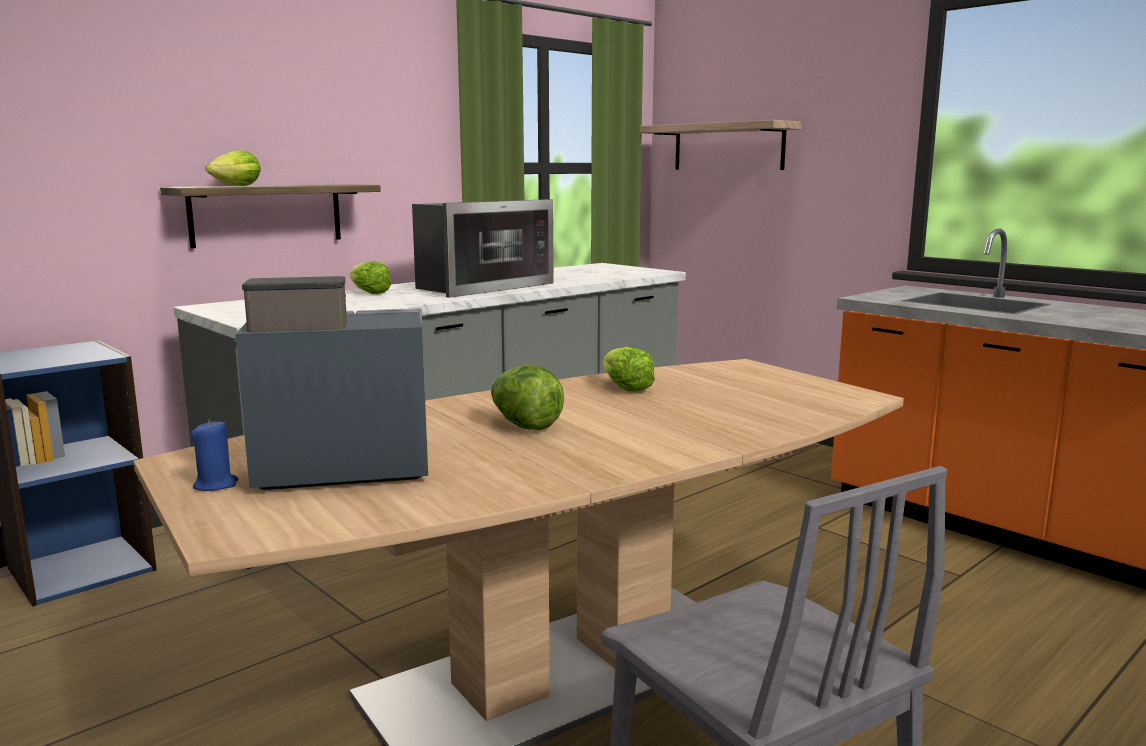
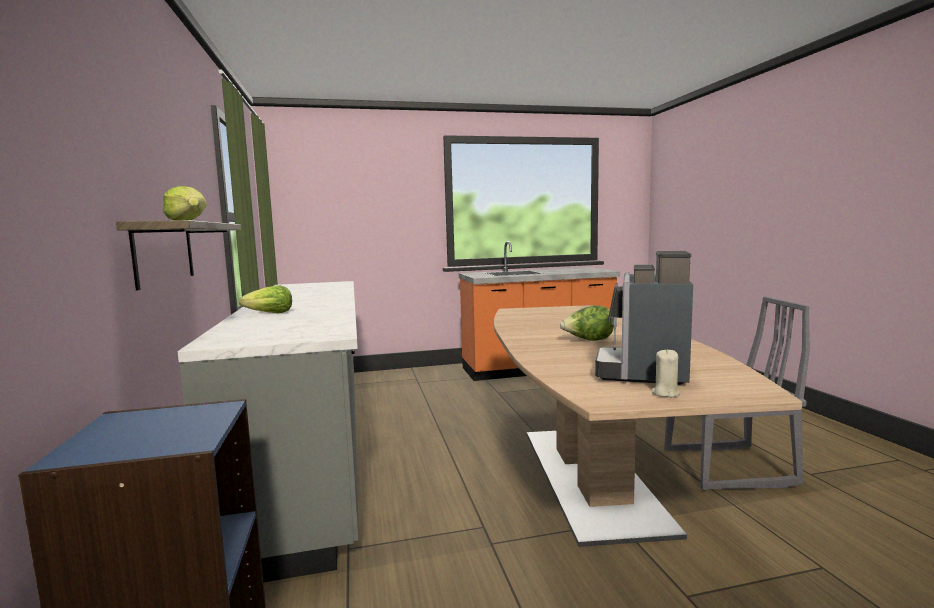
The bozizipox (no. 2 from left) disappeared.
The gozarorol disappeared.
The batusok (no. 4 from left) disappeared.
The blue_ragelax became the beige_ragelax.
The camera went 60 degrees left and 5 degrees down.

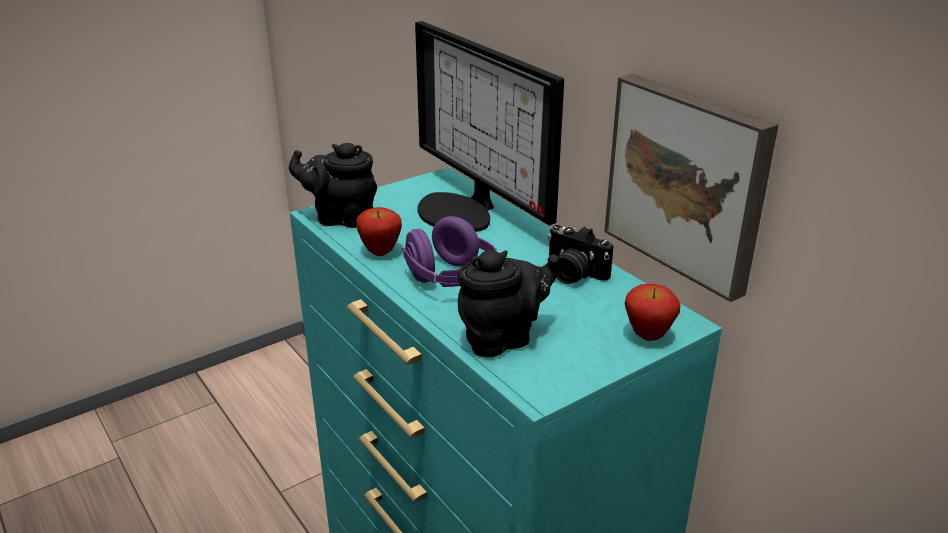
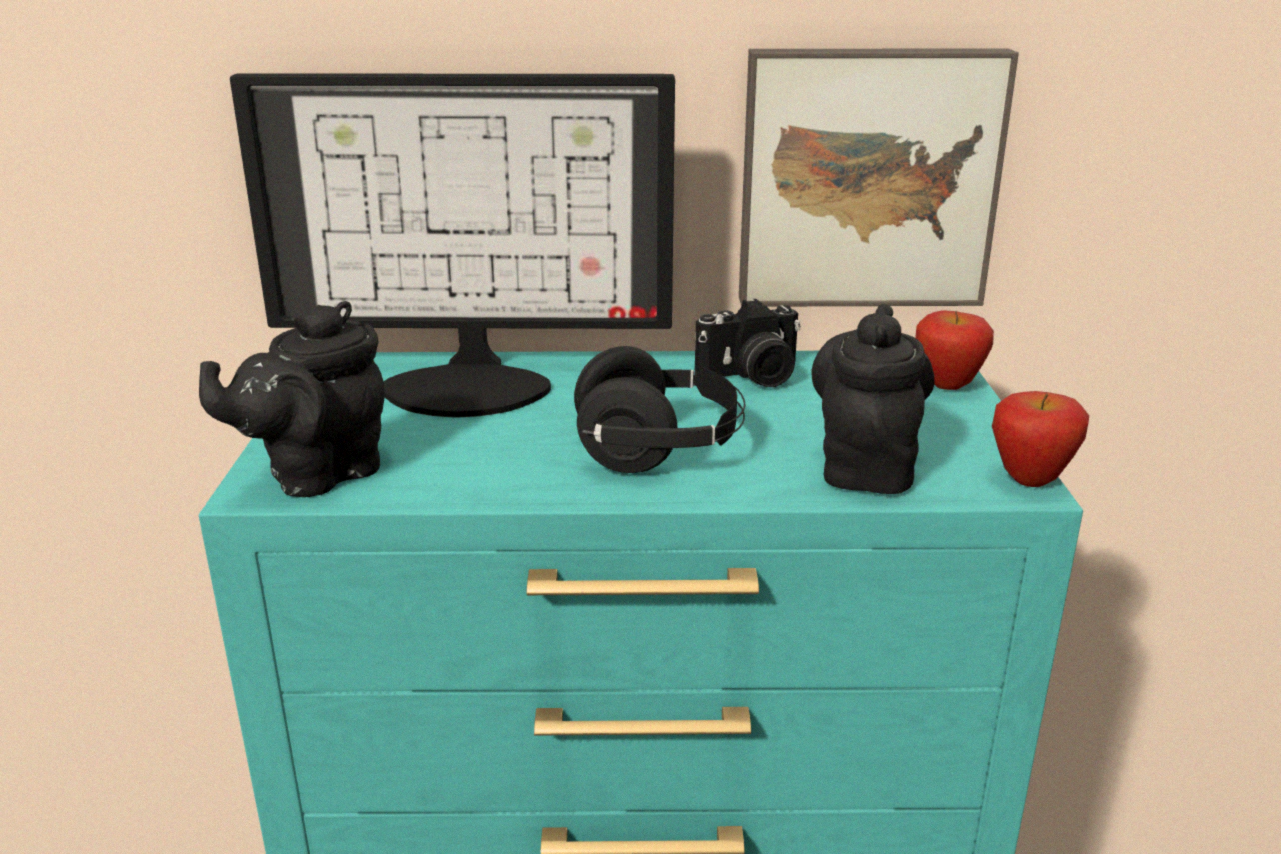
The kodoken (no. 1 from left in the first image) moved.
The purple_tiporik became the black_tiporik.
The camera went 55 degrees left and 5 degrees down.

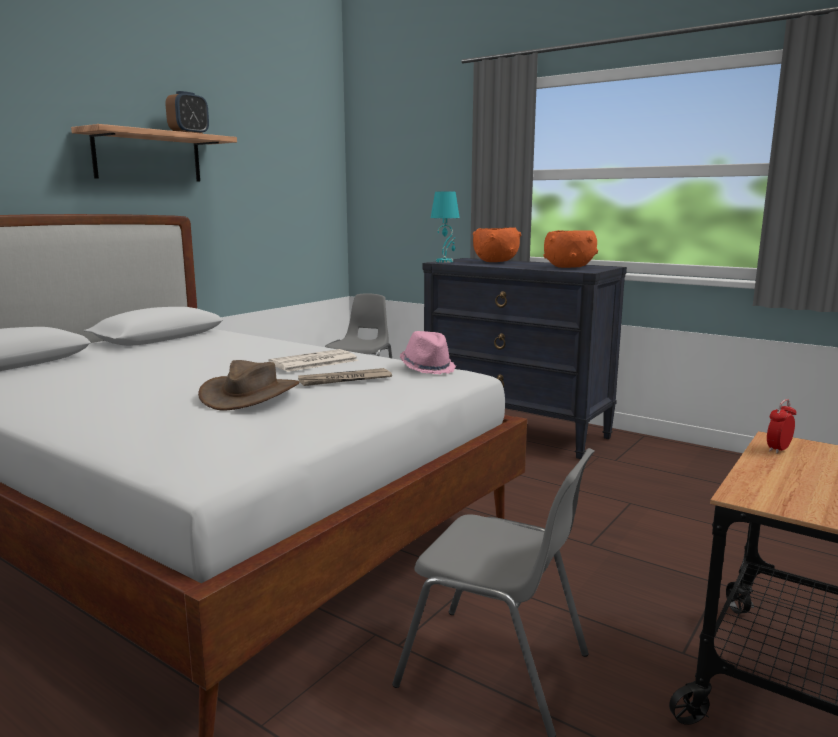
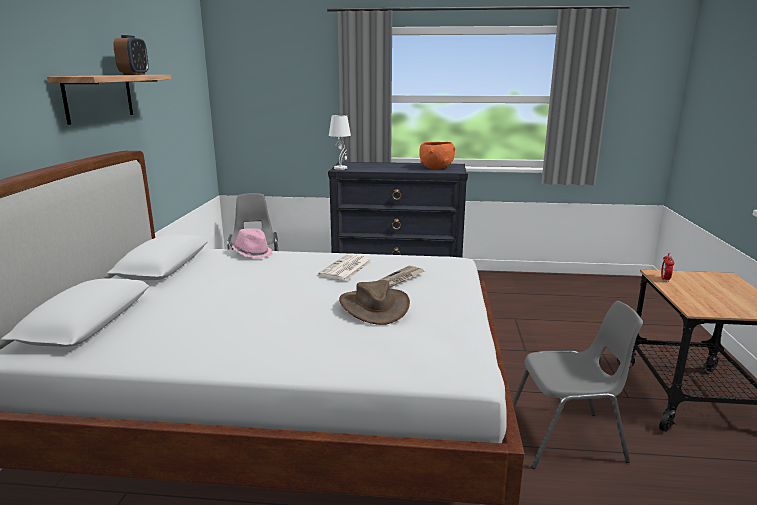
The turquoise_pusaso became the white_pusaso.
The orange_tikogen (no. 1 from left) disappeared.
The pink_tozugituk moved.
The camera went 30 degrees left and 5 degrees up.

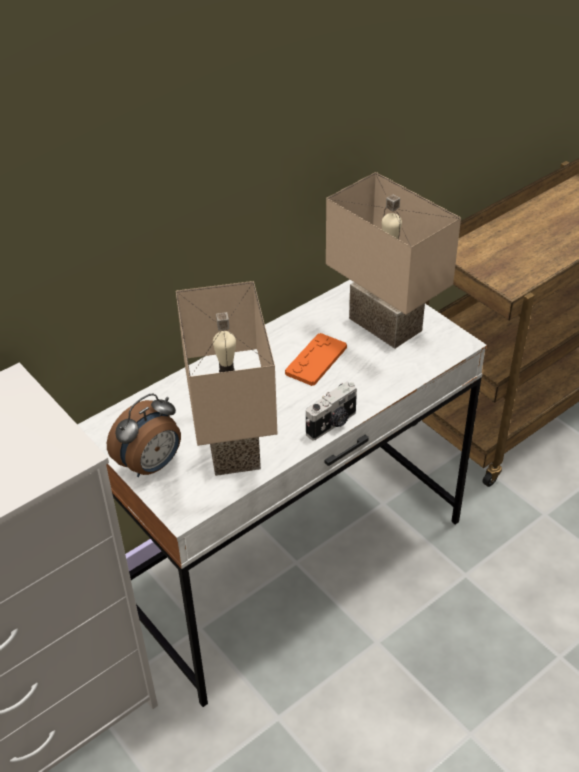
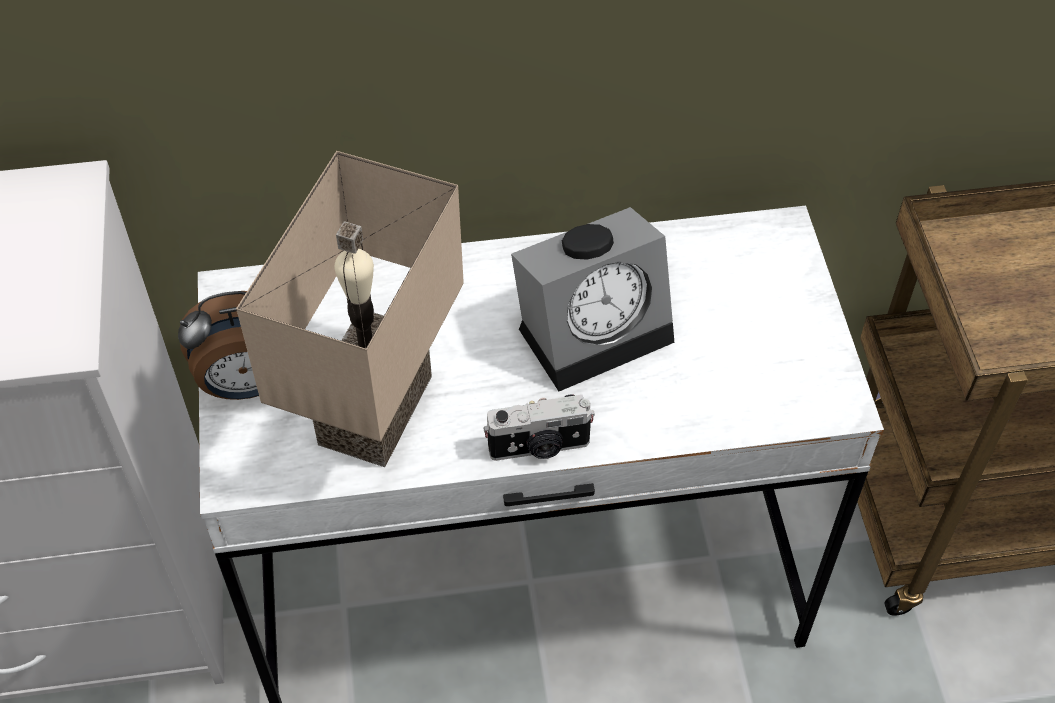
The beige_pusaso (no. 2 from left) disappeared.
The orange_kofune was replaced by the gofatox (no. 2 from left).
The camera went 30 degrees right and 10 degrees up.

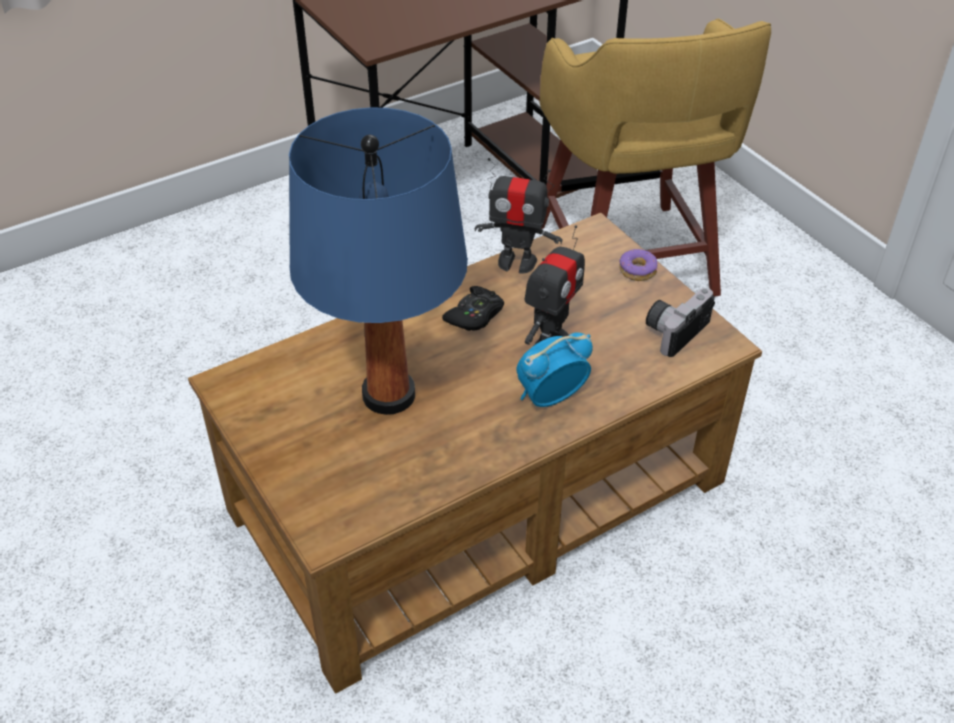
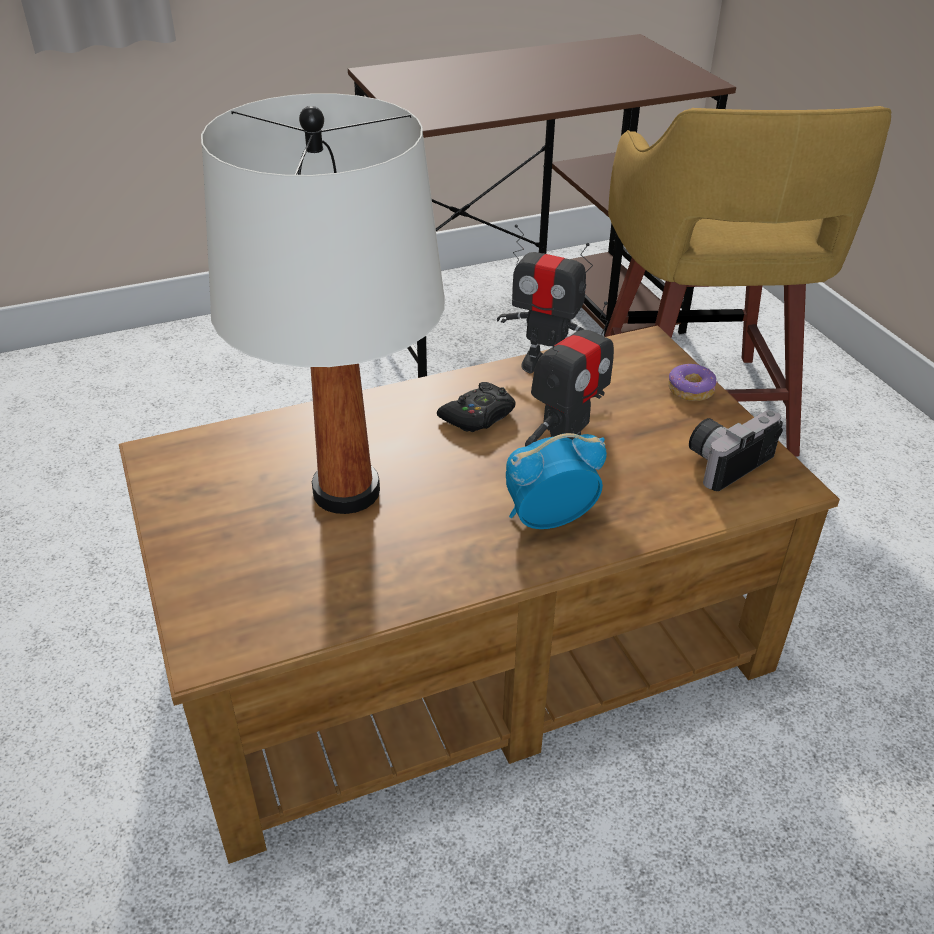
The blue_pusaso became the white_pusaso.
The camera went 10 degrees right and 5 degrees down.

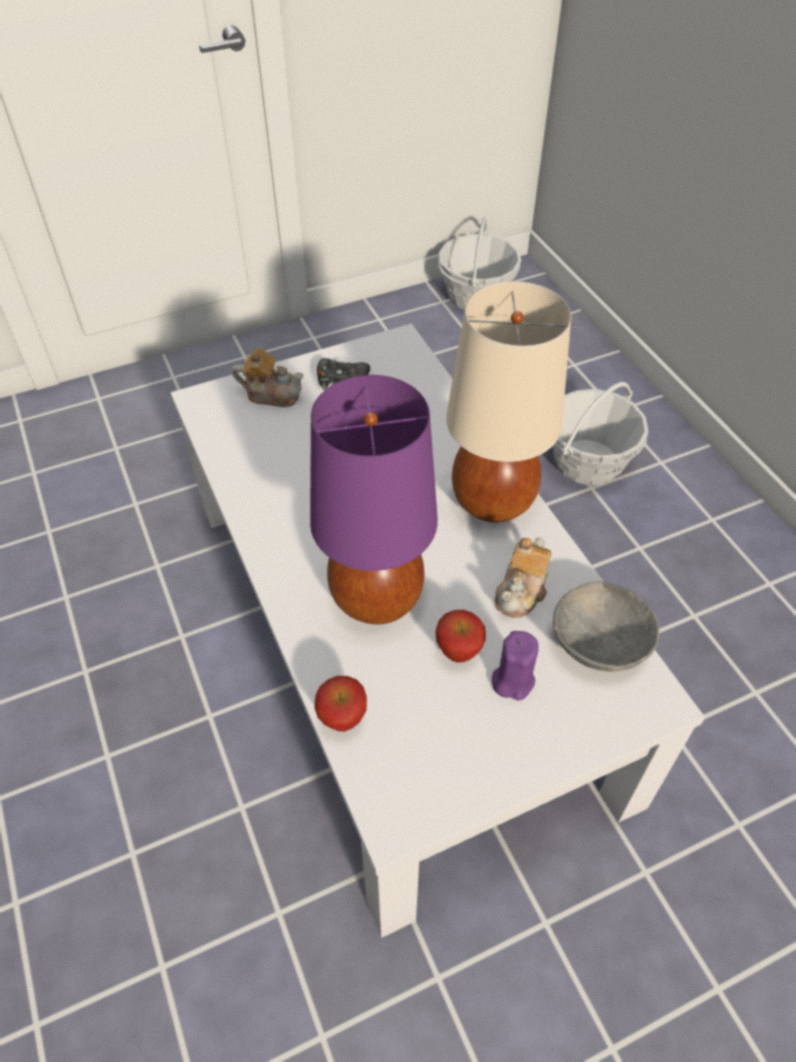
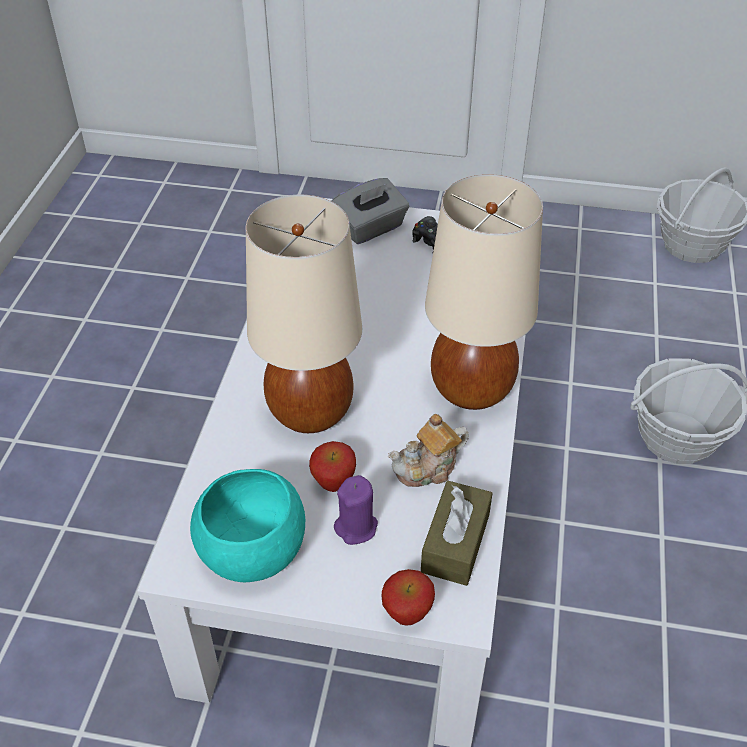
The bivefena (no. 1 from left) was replaced by the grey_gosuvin.
The purple_pusaso became the beige_pusaso (no. 1 from left).
The grey_tikogen was replaced by the brown_gosuvin.
The kodoken (no. 1 from left in the first image) moved.
The turquoise_tikogen appeared.
The camera went 35 degrees right and 5 degrees down.

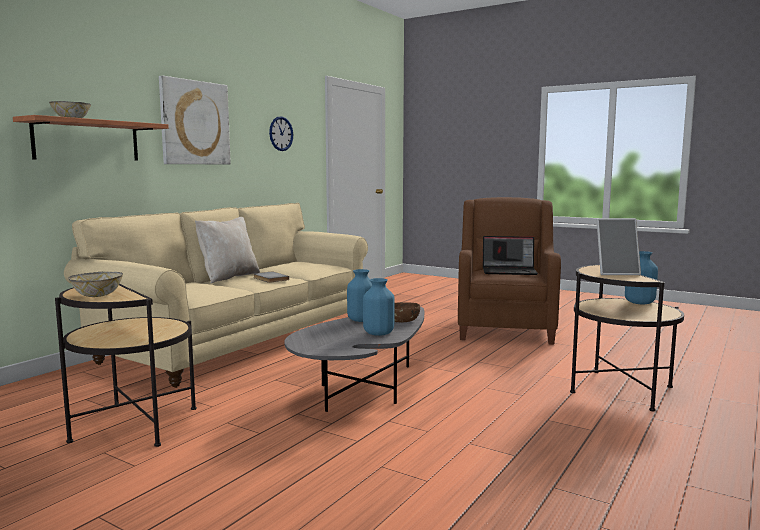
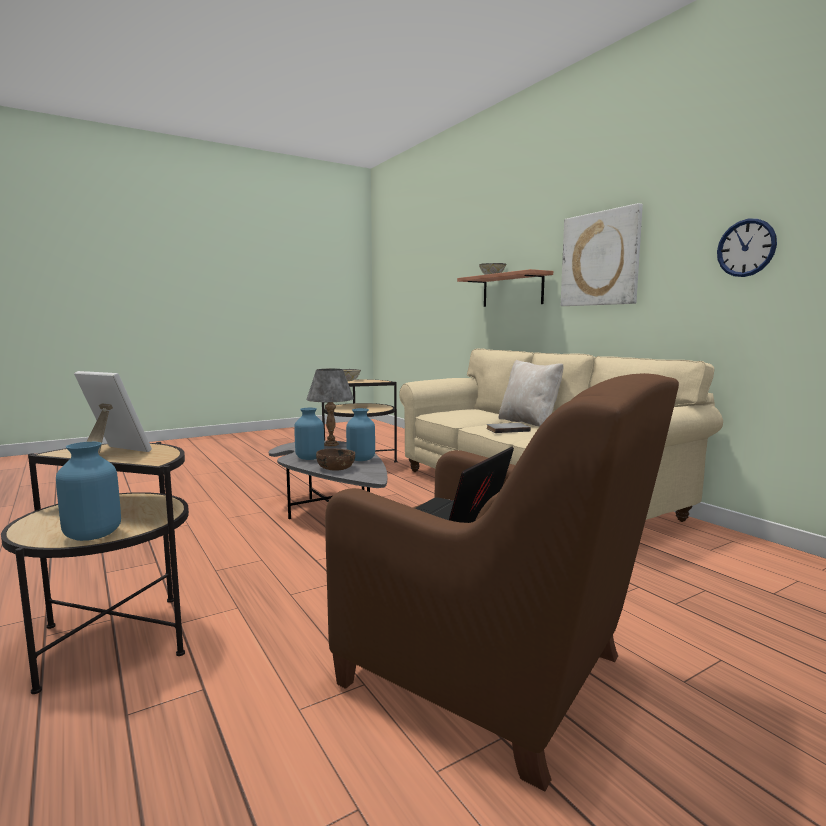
The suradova turned 90 degrees clockwise.
The grey_pusaso appeared.
The camera went 115 degrees right and 0 degrees up.

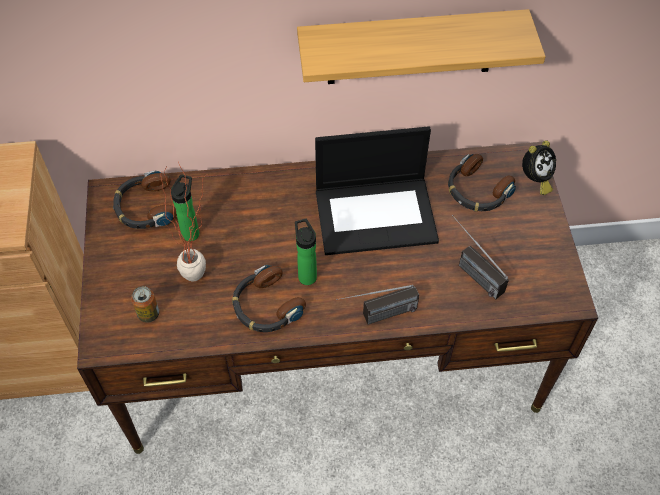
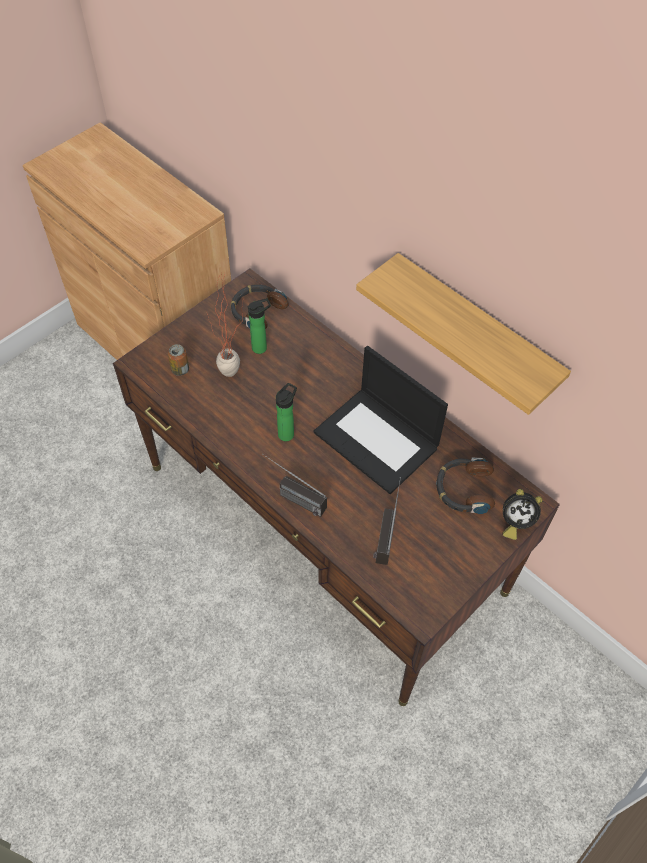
The tiporik (no. 2 from left) disappeared.
The camera went 50 degrees right and 0 degrees up.

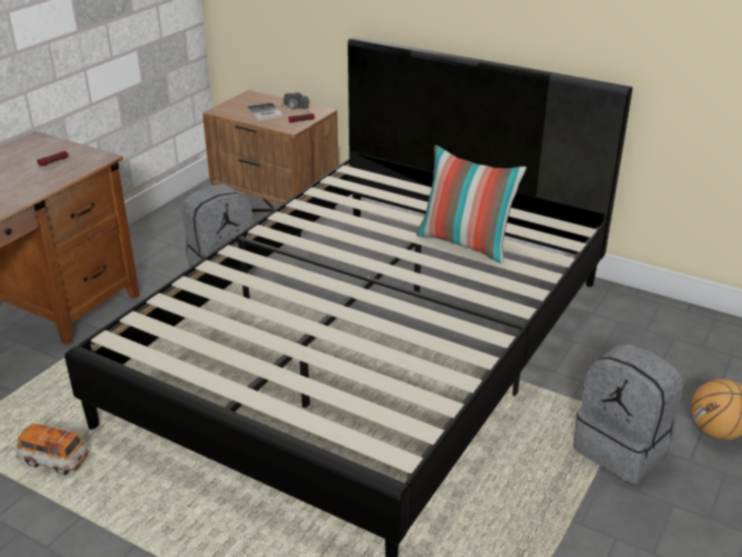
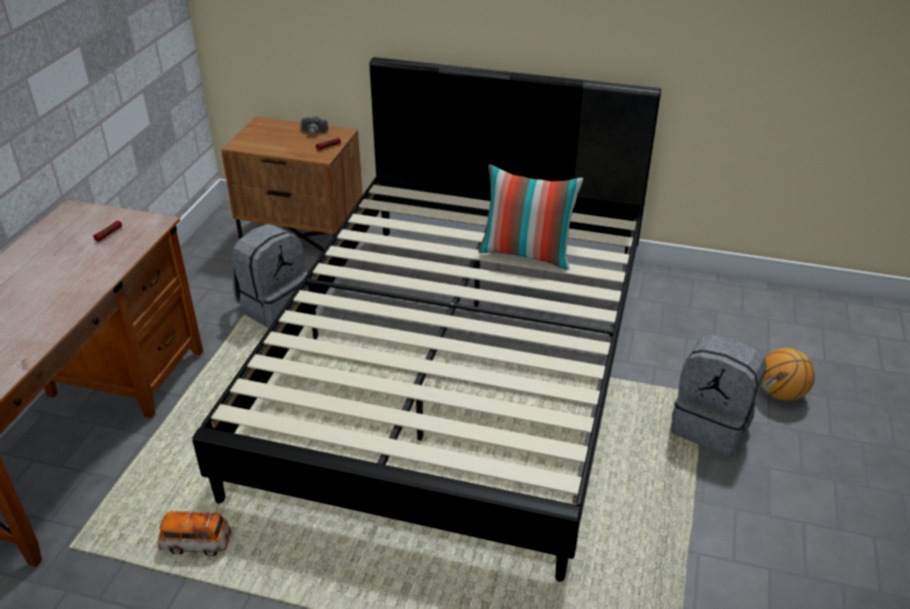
The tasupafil disappeared.
The camera went 15 degrees left and 5 degrees up.

